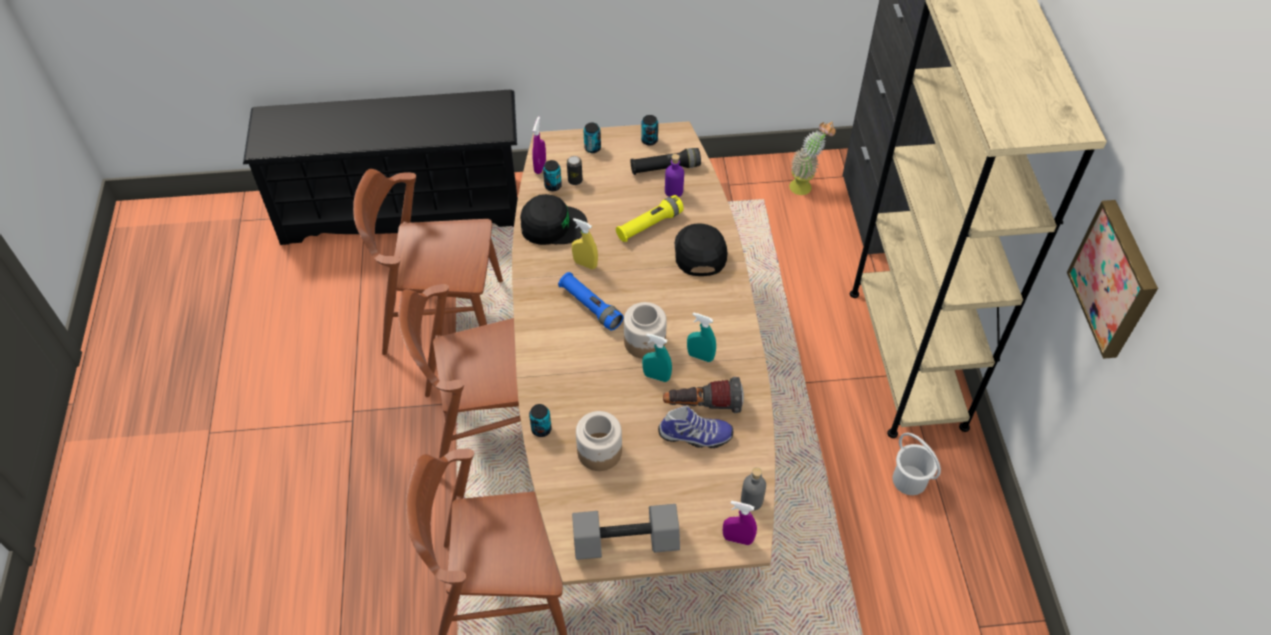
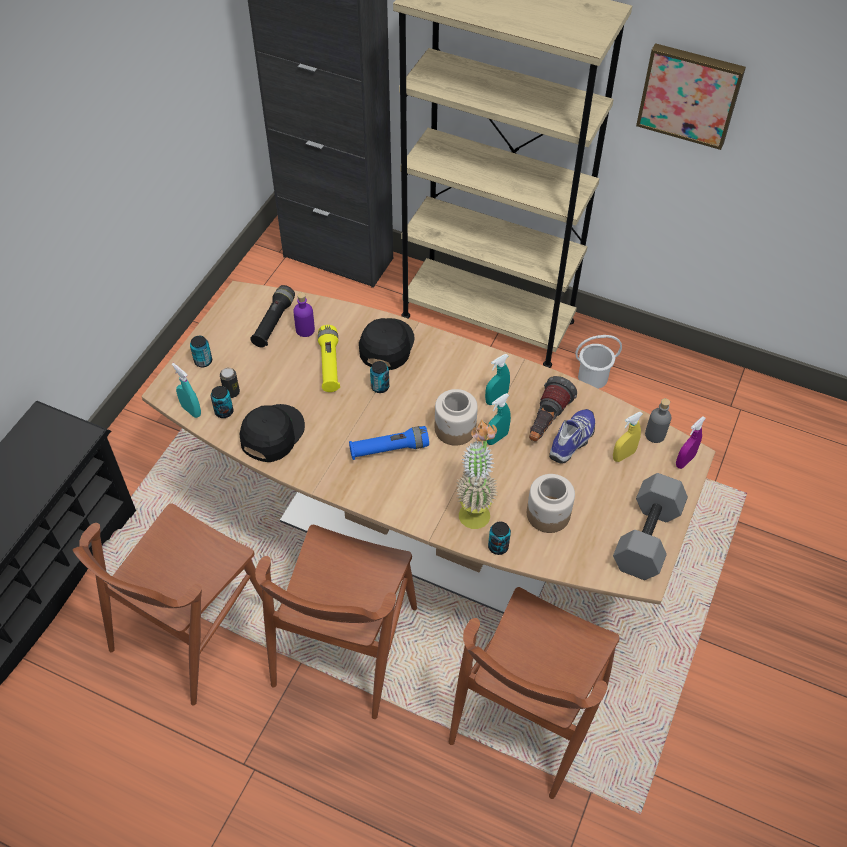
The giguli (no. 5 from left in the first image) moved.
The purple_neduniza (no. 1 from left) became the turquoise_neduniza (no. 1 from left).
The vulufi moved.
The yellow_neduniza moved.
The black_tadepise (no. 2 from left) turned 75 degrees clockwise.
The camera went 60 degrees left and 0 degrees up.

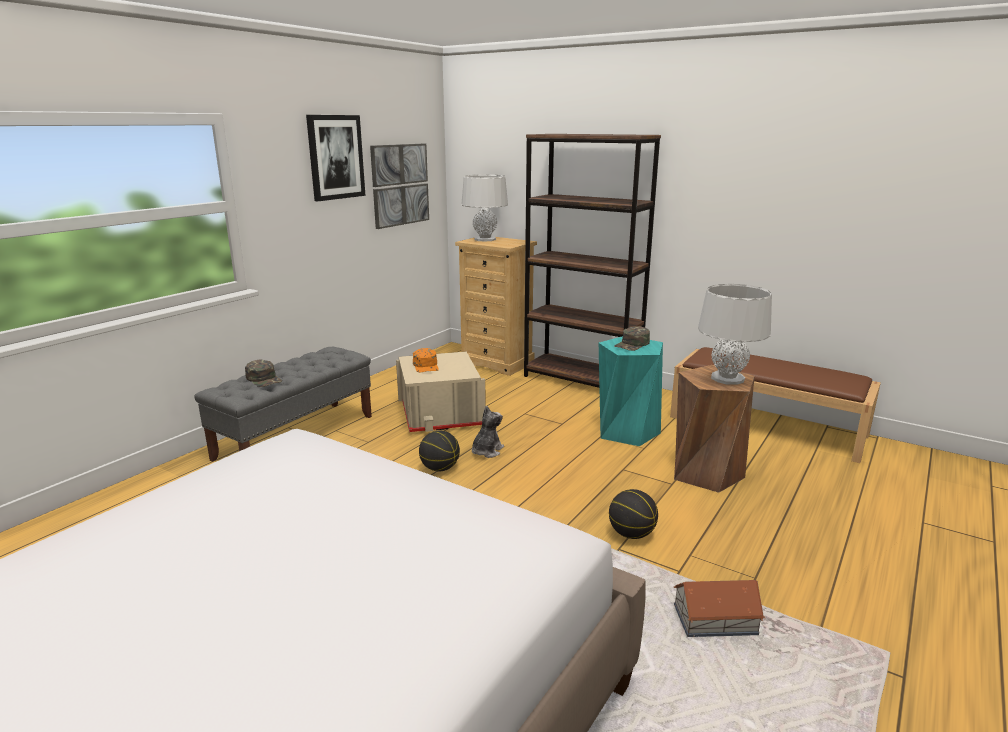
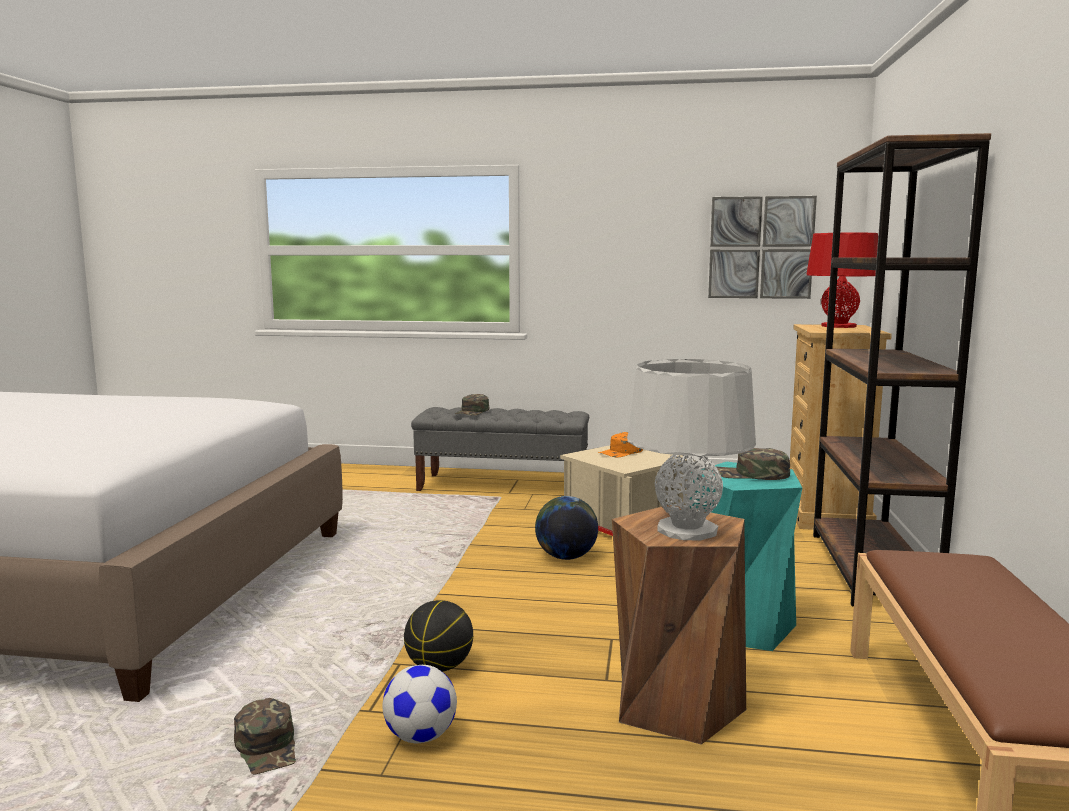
The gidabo (no. 1 from left) disappeared.
The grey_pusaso (no. 1 from left) became the red_pusaso.
The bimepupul was replaced by the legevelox.
The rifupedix (no. 1 from left) disappeared.
The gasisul was replaced by the green_tadepise (no. 1 from left).
The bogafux appeared.
The camera went 65 degrees right and 10 degrees down.

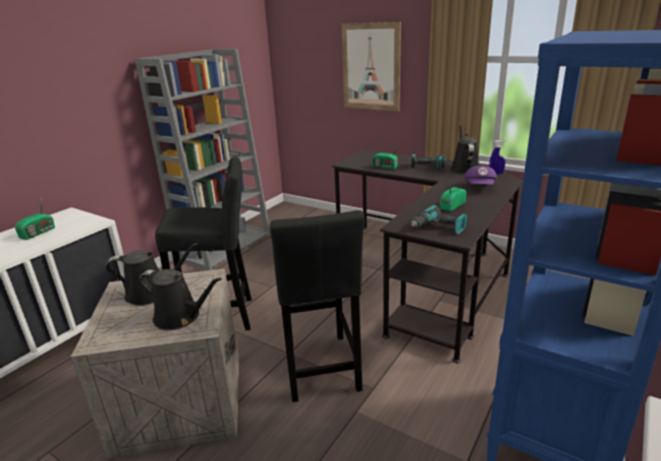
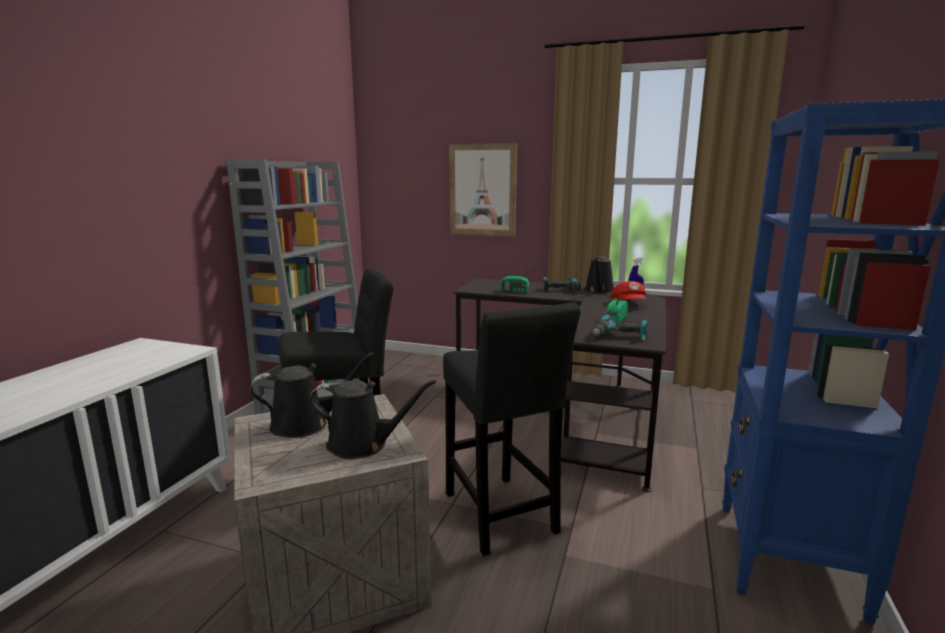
The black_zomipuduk (no. 3 from left) turned 150 degrees counterclockwise.
The purple_tadepise became the red_tadepise.
The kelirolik (no. 1 from left) disappeared.
The camera went 15 degrees left and 10 degrees down.

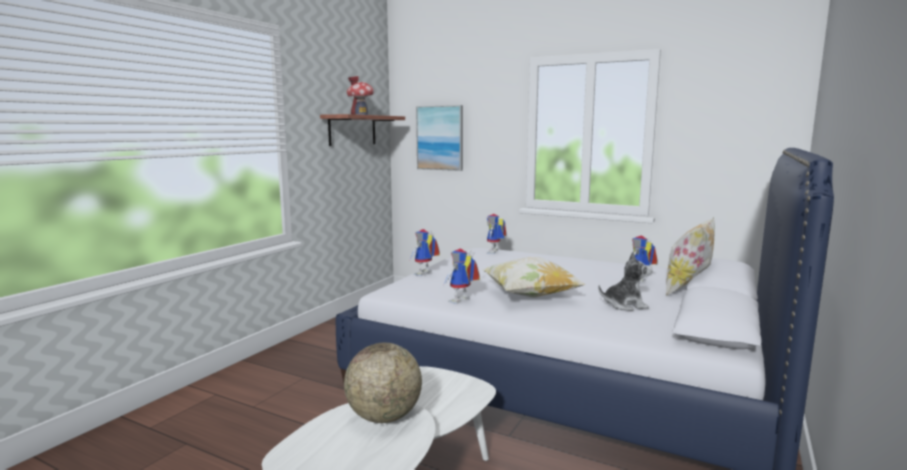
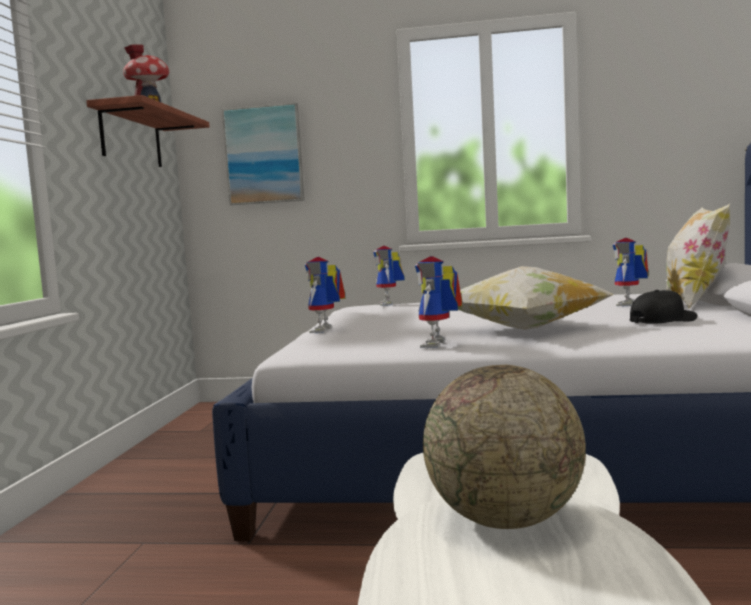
The bimepupul was replaced by the black_tadepise.
The camera went 20 degrees left and 5 degrees down.

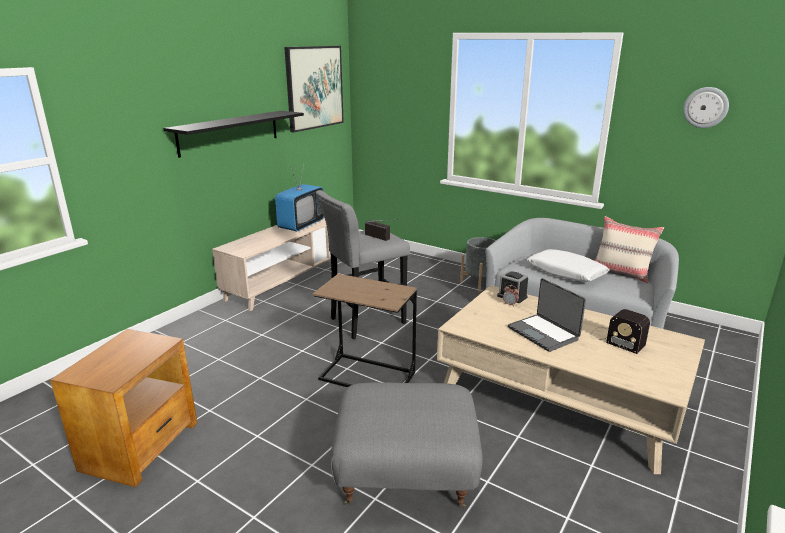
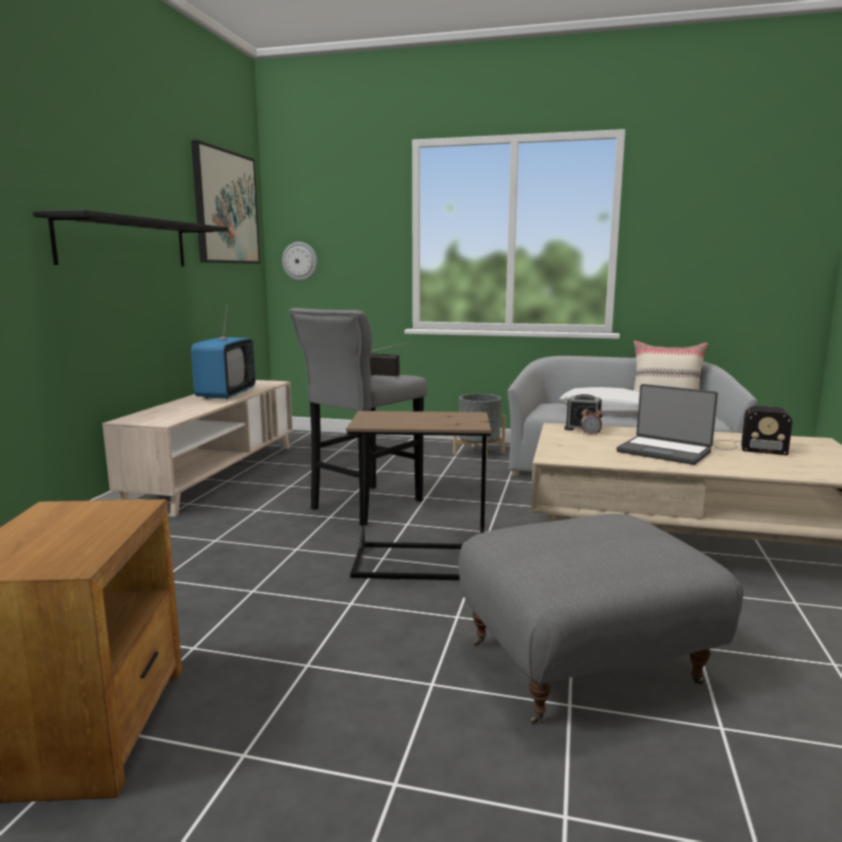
The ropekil moved.
The camera went 20 degrees left and 10 degrees down.

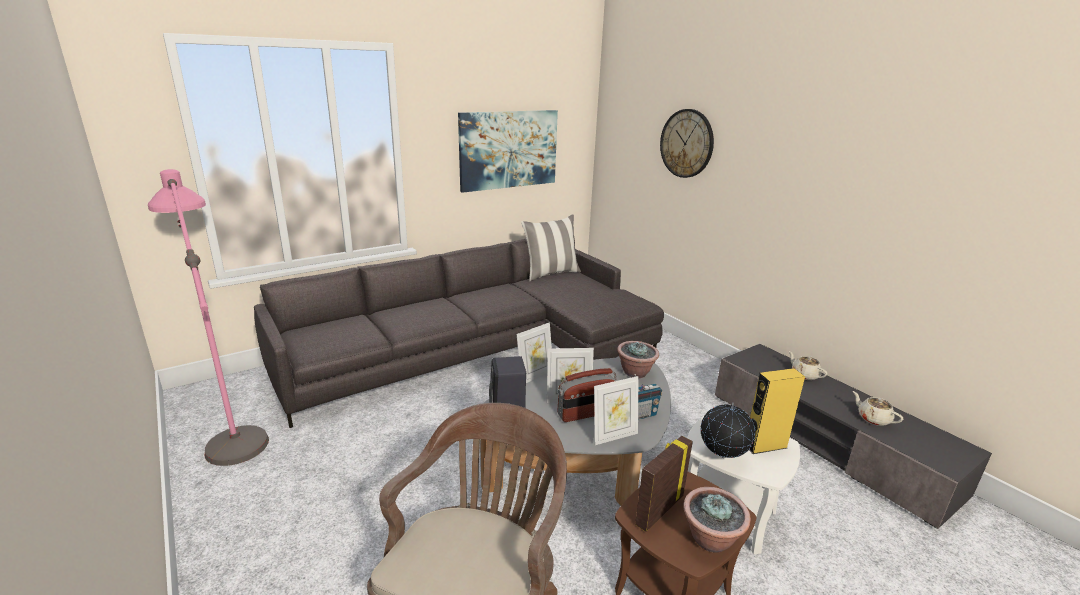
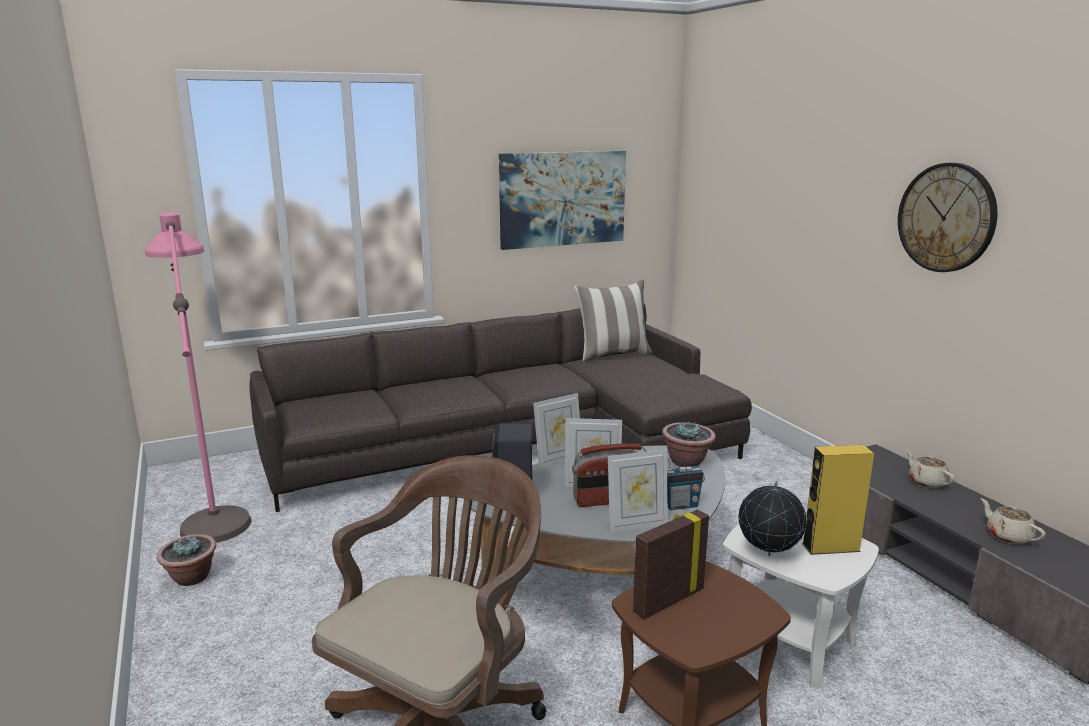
The ropekil moved.
The vulufi (no. 2 from left in the first image) moved.
The camera went 10 degrees right and 5 degrees down.

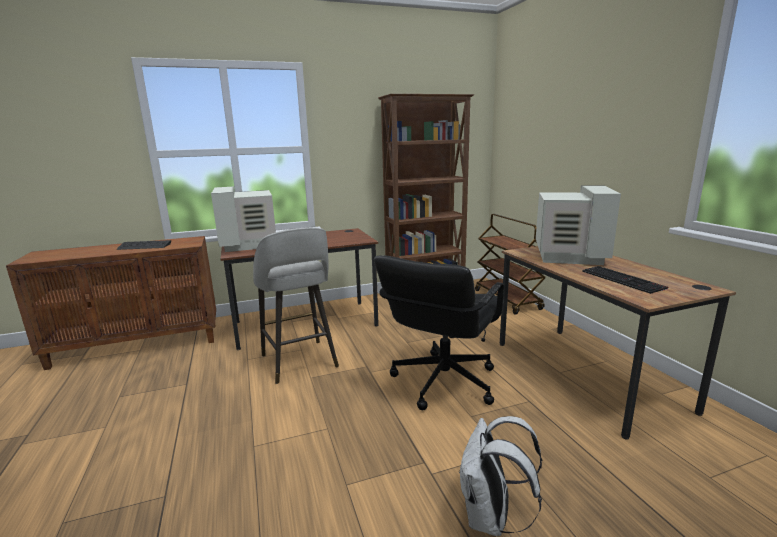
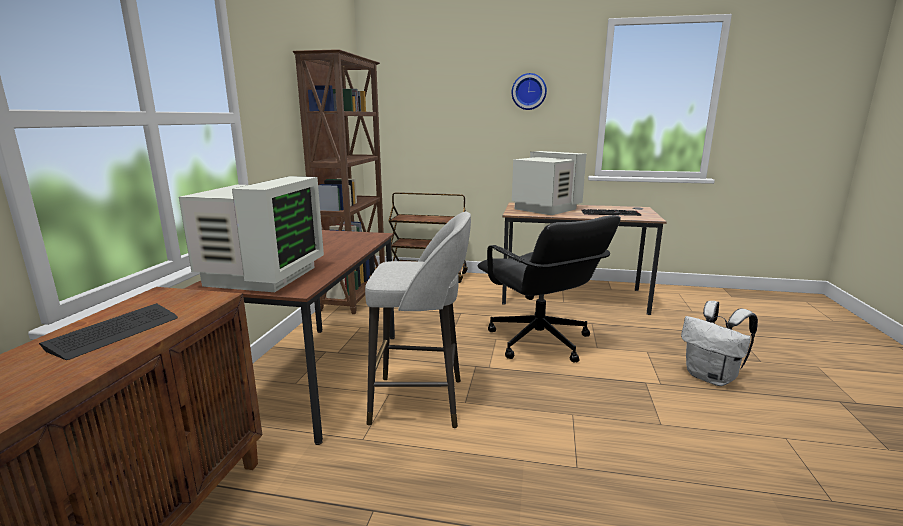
The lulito (no. 1 from left) turned 90 degrees counterclockwise.
The ropekil appeared.
The camera went 60 degrees left and 0 degrees up.

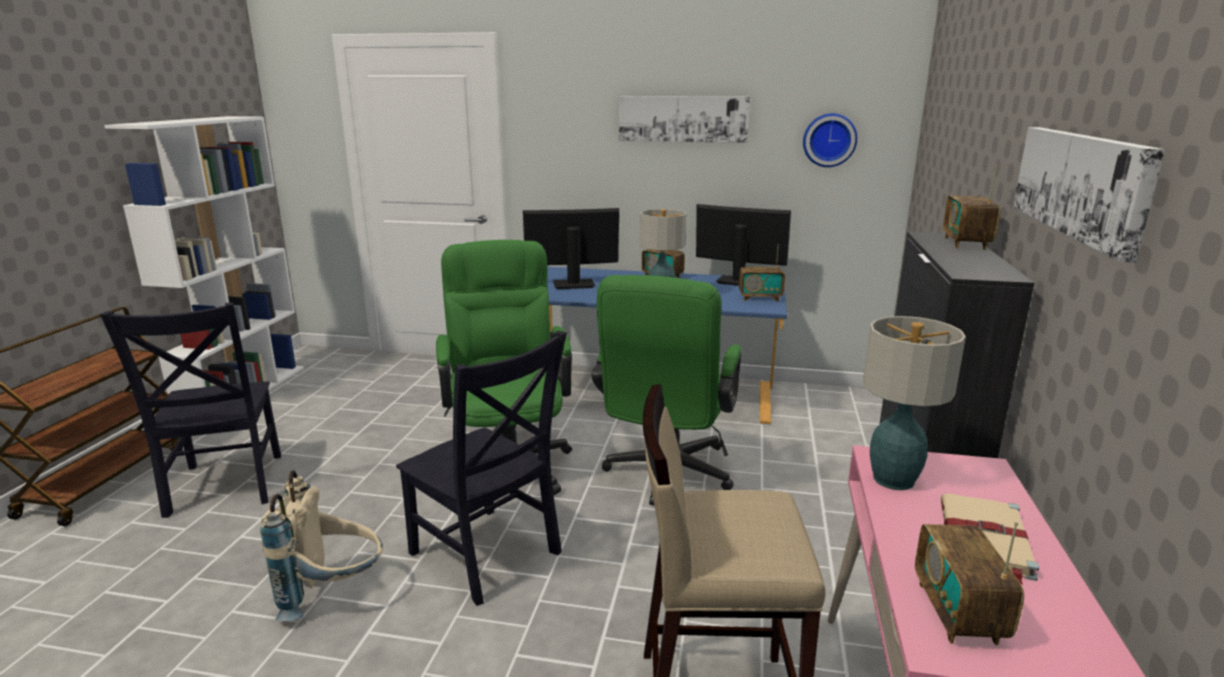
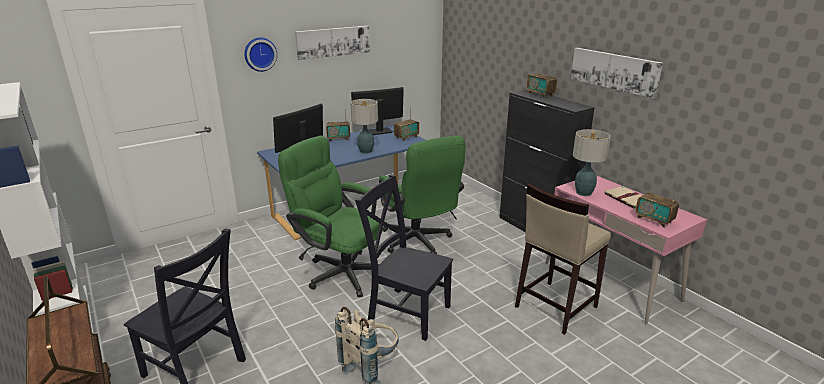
The ropekil moved.
The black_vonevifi (no. 2 from left) turned 150 degrees counterclockwise.
The camera went 45 degrees left and 5 degrees up.

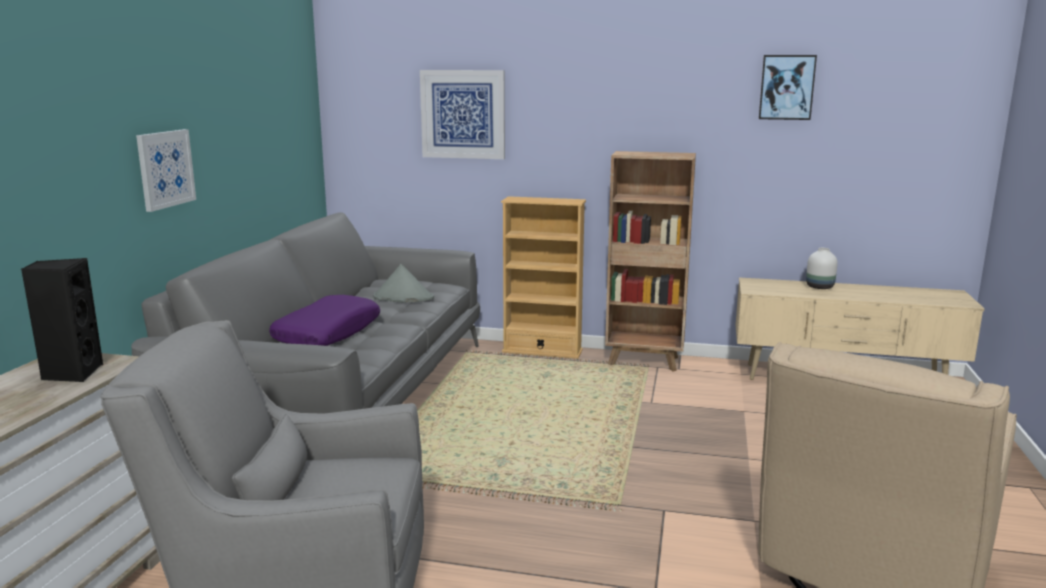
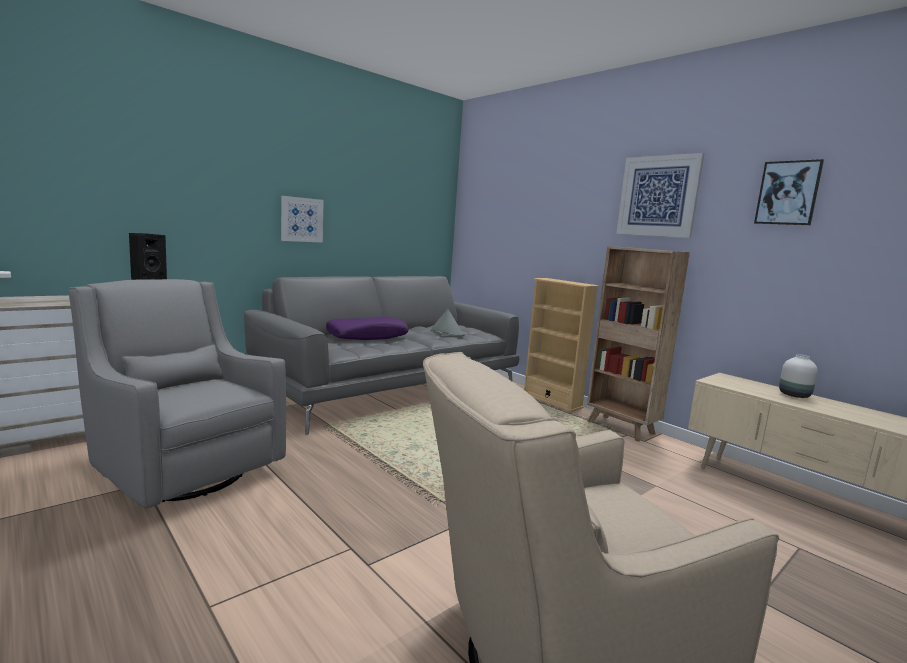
The gidabo (no. 2 from left) moved.
The camera went 35 degrees right and 5 degrees down.

